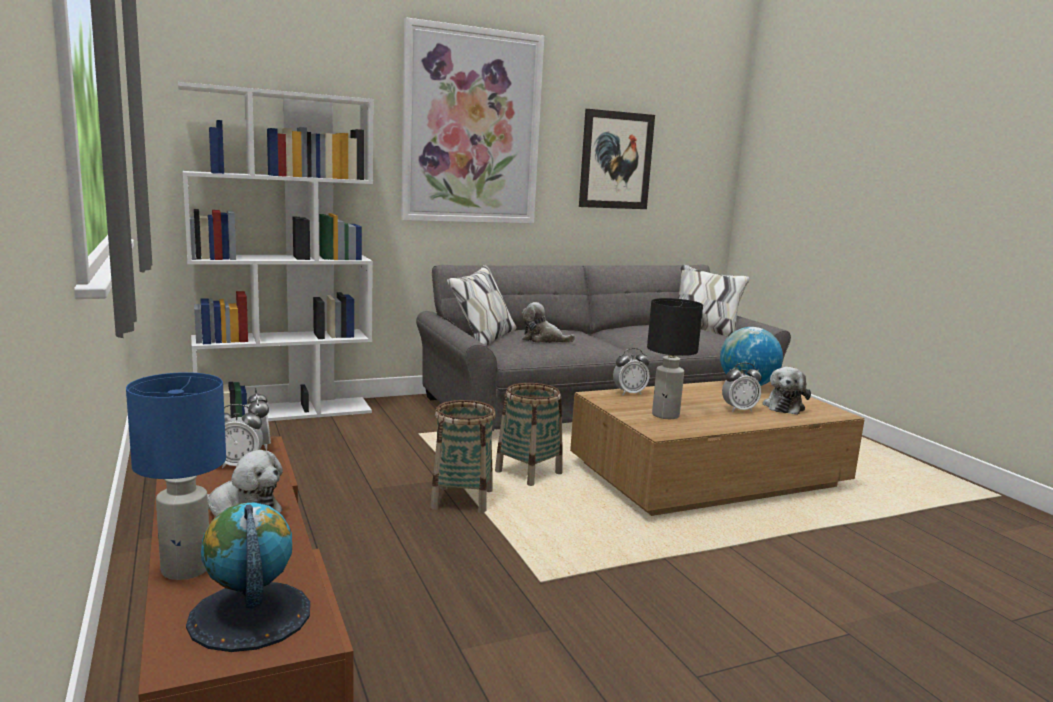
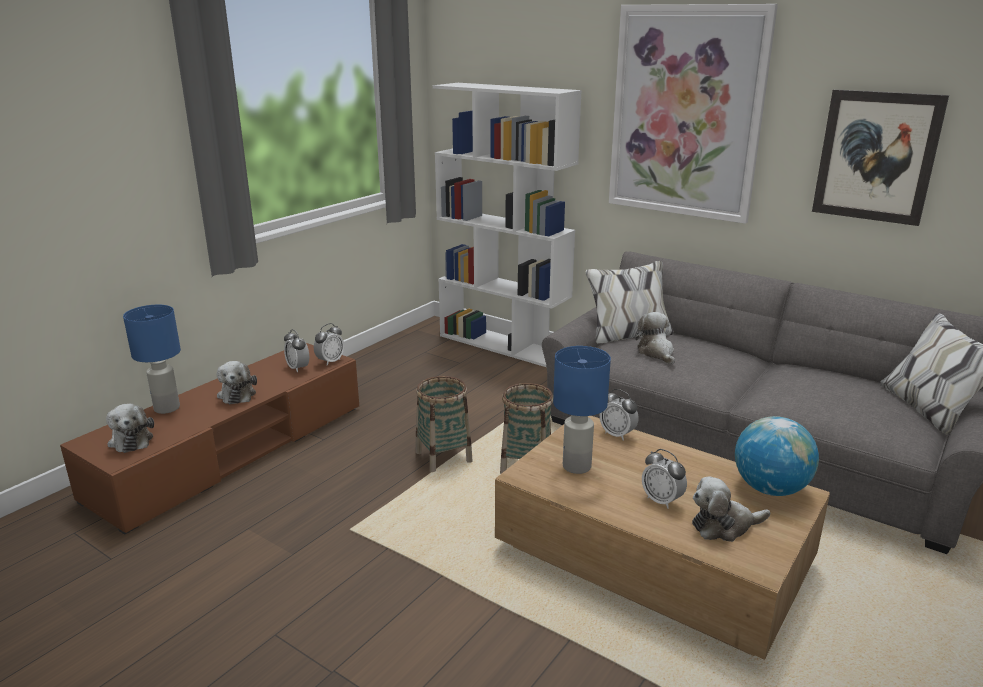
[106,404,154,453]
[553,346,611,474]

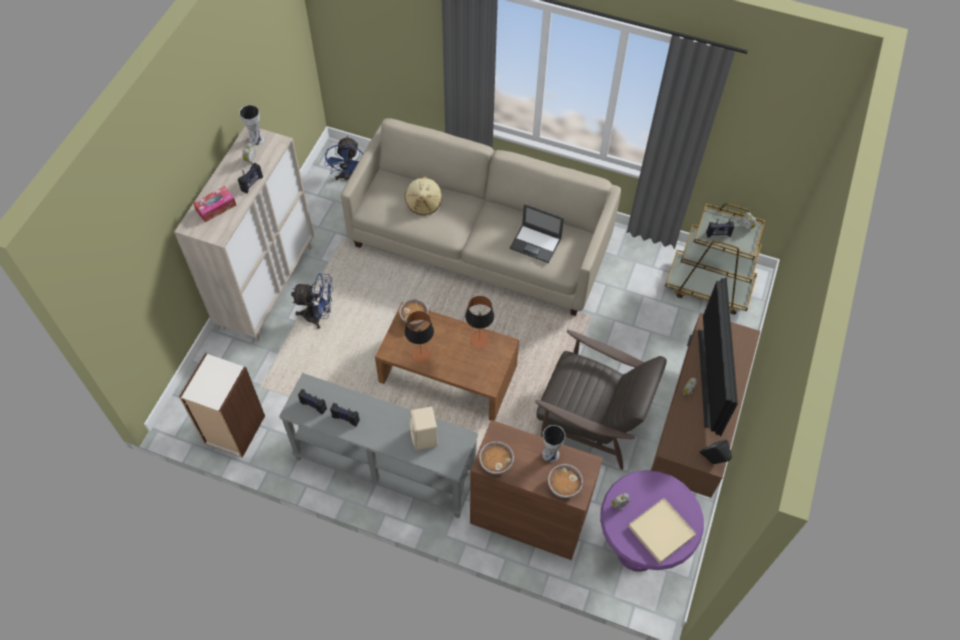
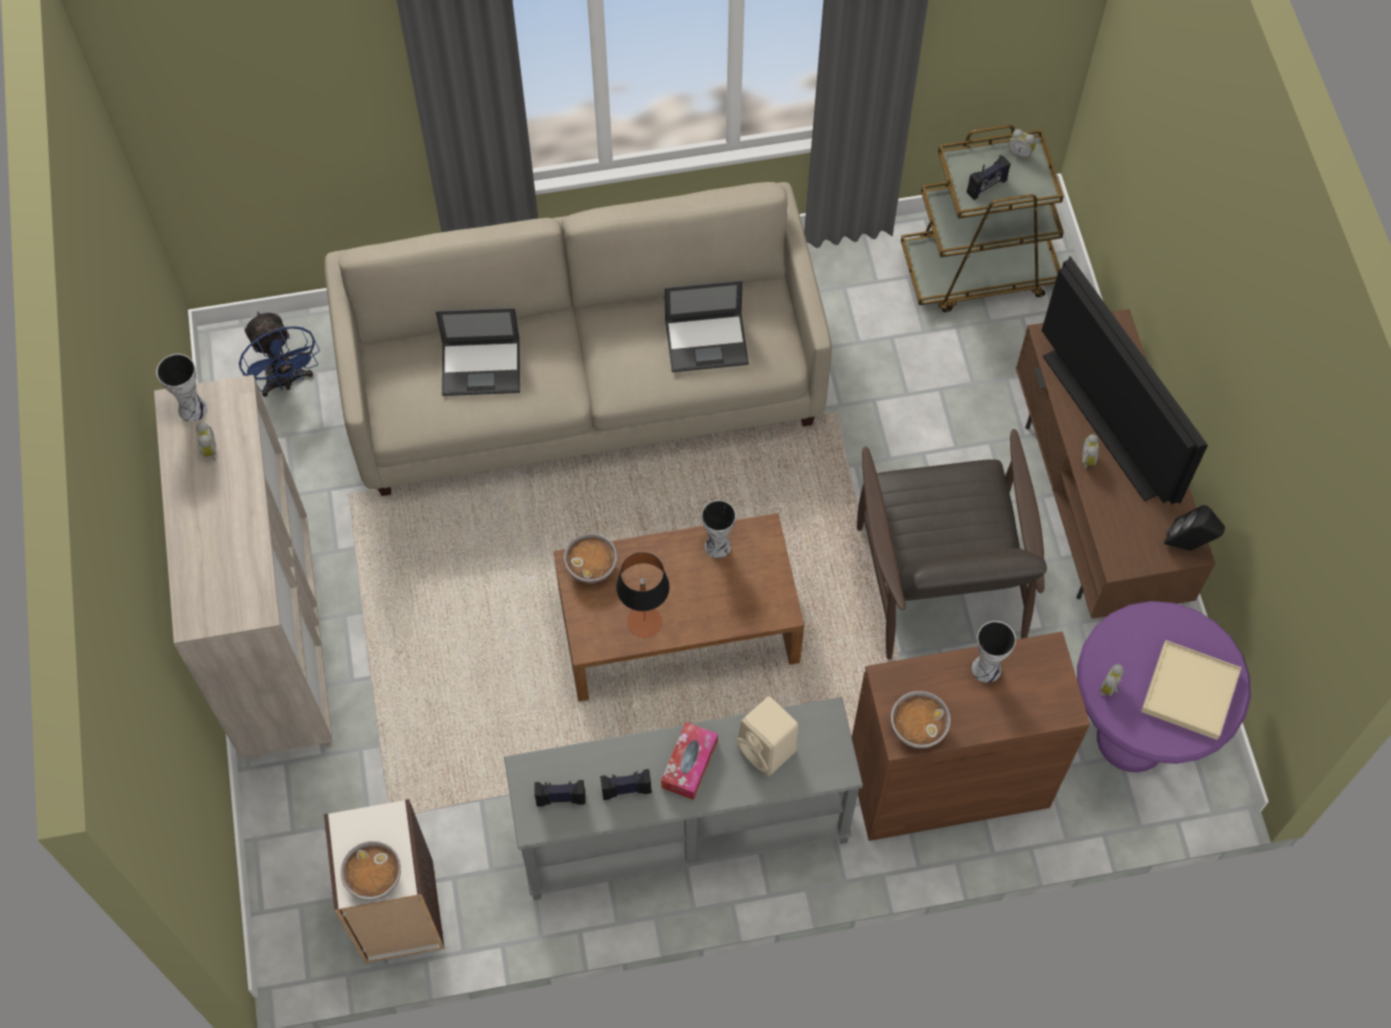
[661,722,718,800]
[238,162,263,194] (first image)
[291,273,333,329] (first image)
[436,307,520,396]
[701,500,736,558]
[857,429,1047,660]
[341,841,401,900]

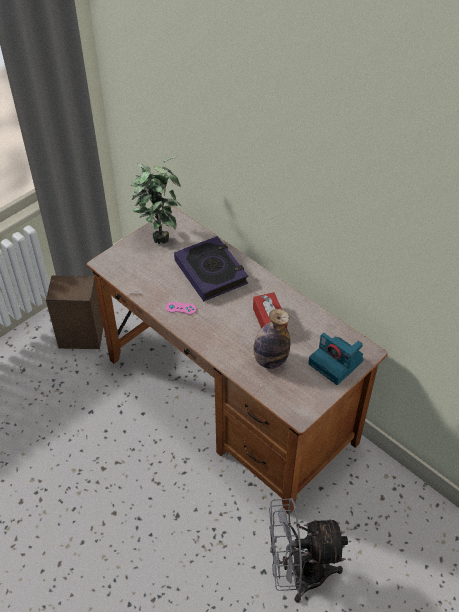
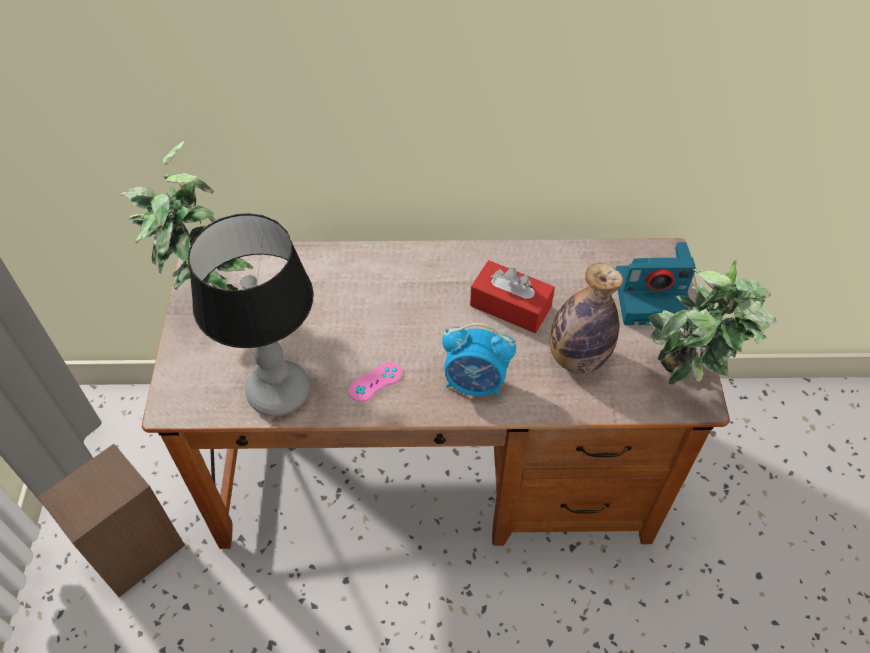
[174,236,248,302] (first image)
[269,498,348,603] (first image)
[188,213,314,416]
[442,323,516,396]
[649,259,777,385]

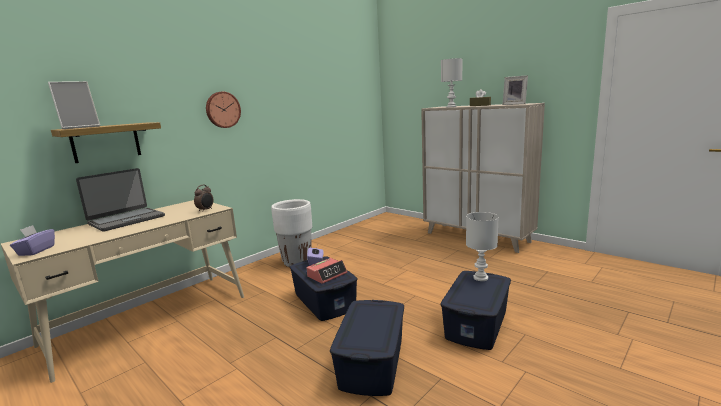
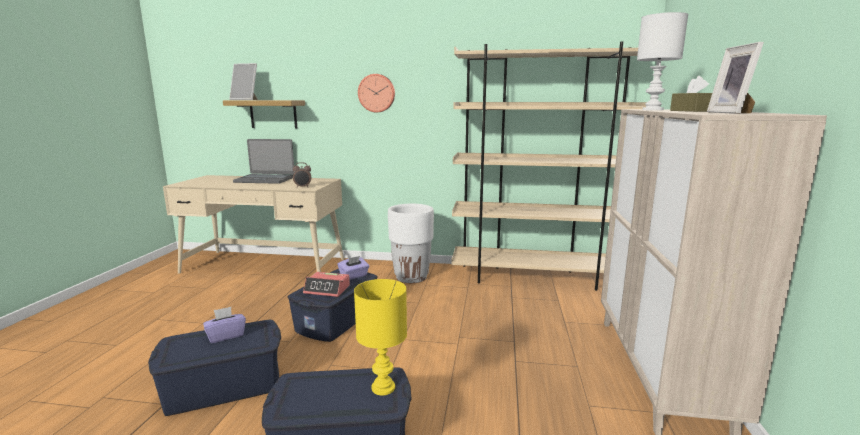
[203,307,246,343]
[354,279,407,395]
[451,41,647,291]

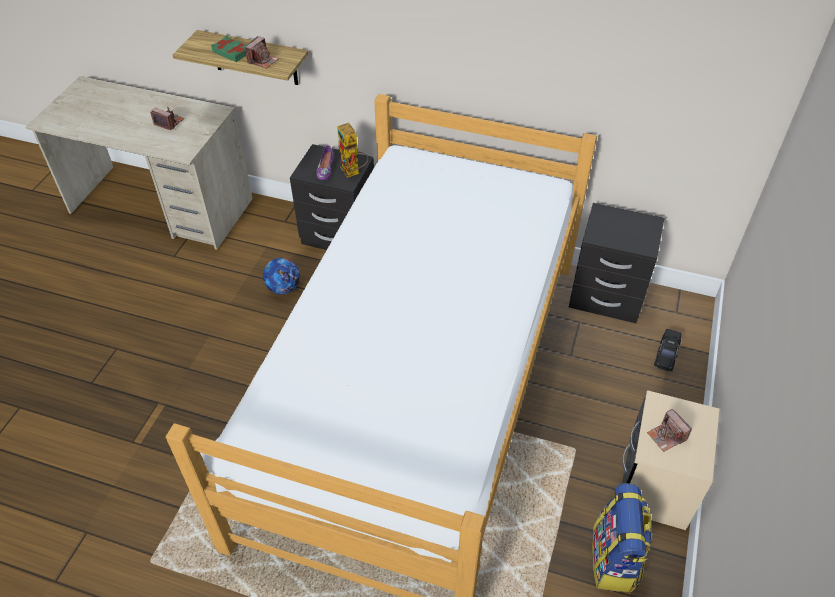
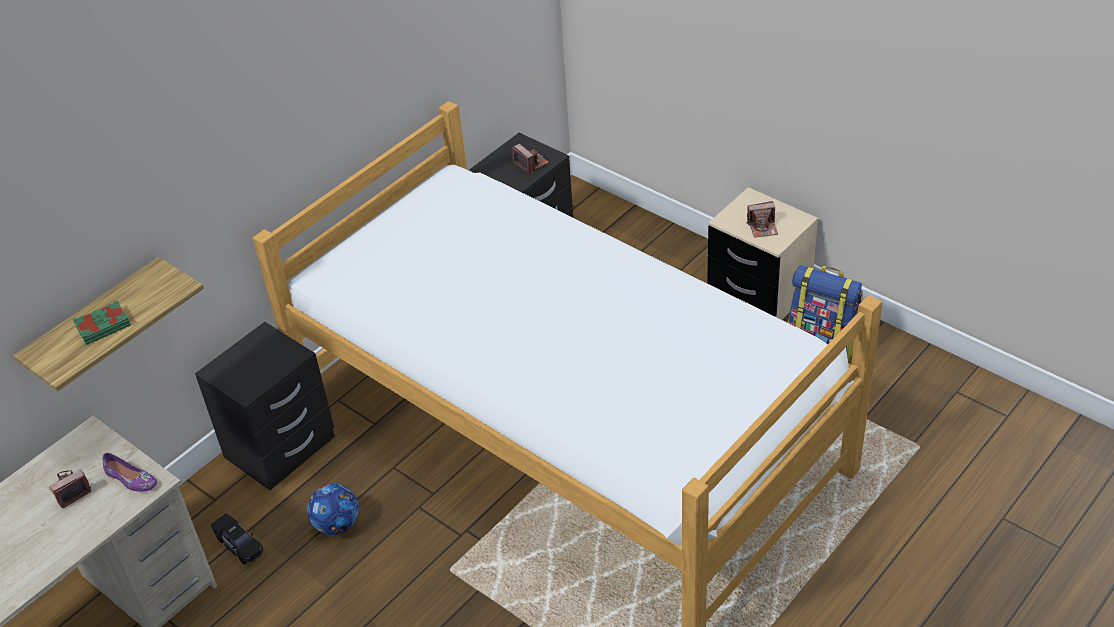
[512,144,549,173]
[102,453,157,491]
[337,123,368,178] (first image)
[211,514,264,565]

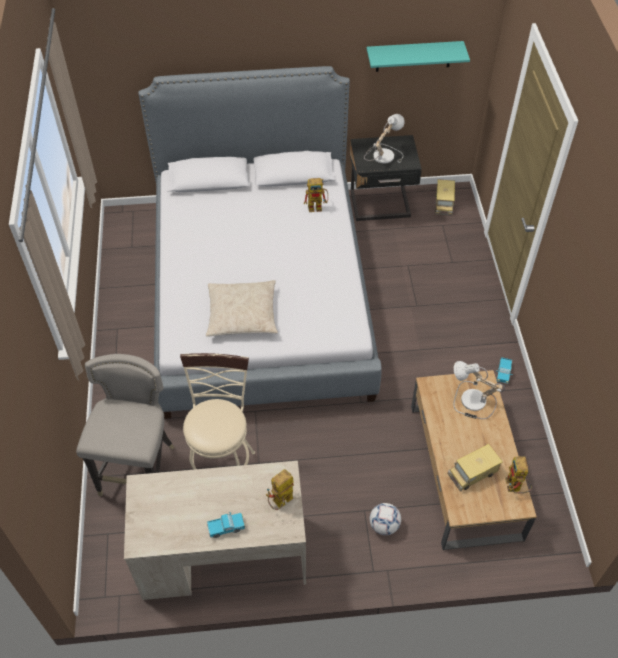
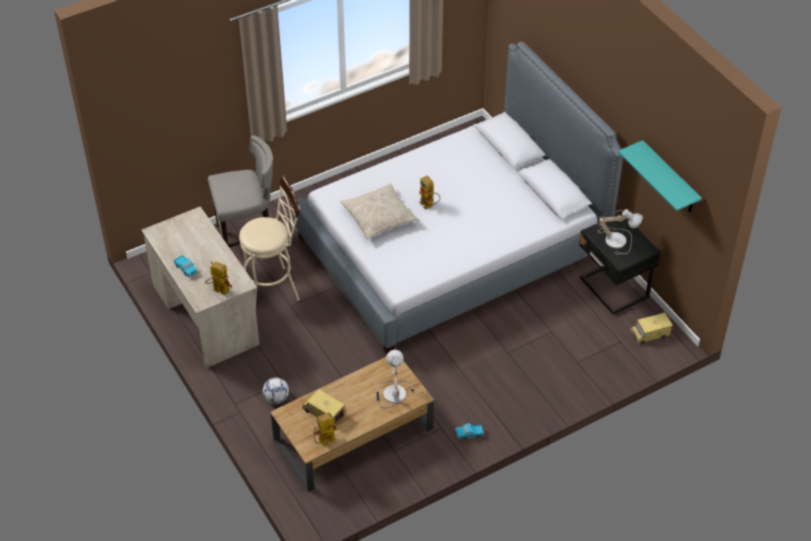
[419,175,440,210]

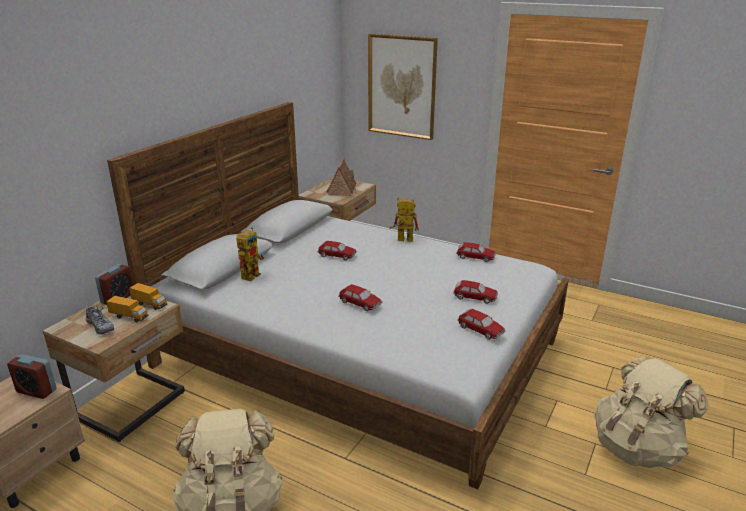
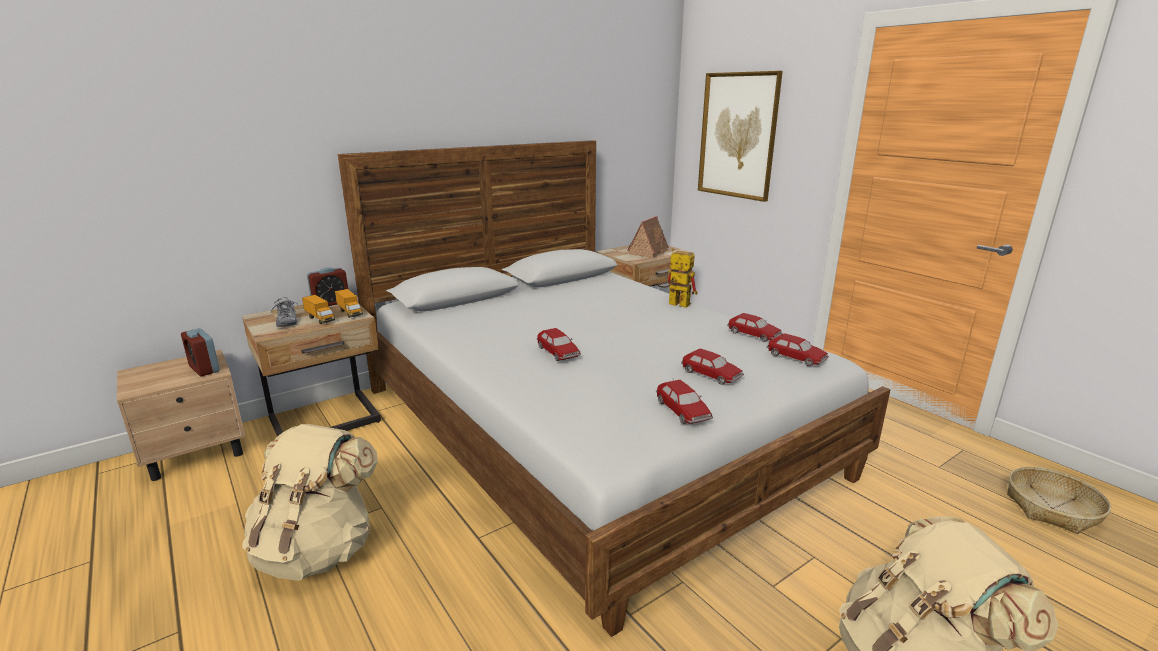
[236,227,264,281] (first image)
[767,333,829,366]
[1007,467,1111,534]

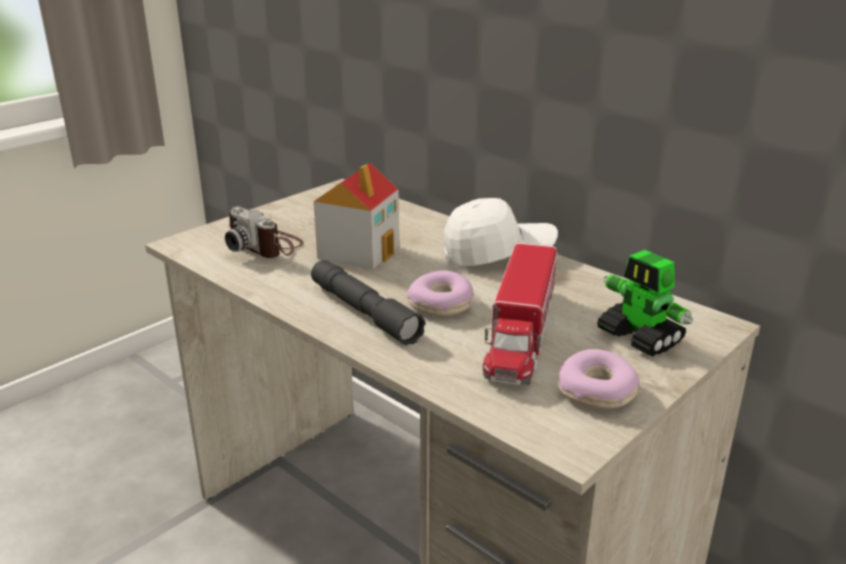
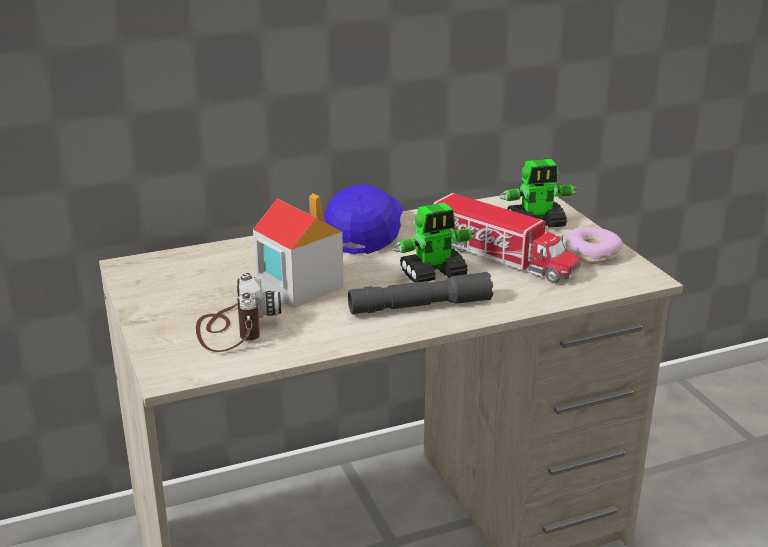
[196,273,281,352]
[393,203,476,282]
[324,184,403,254]

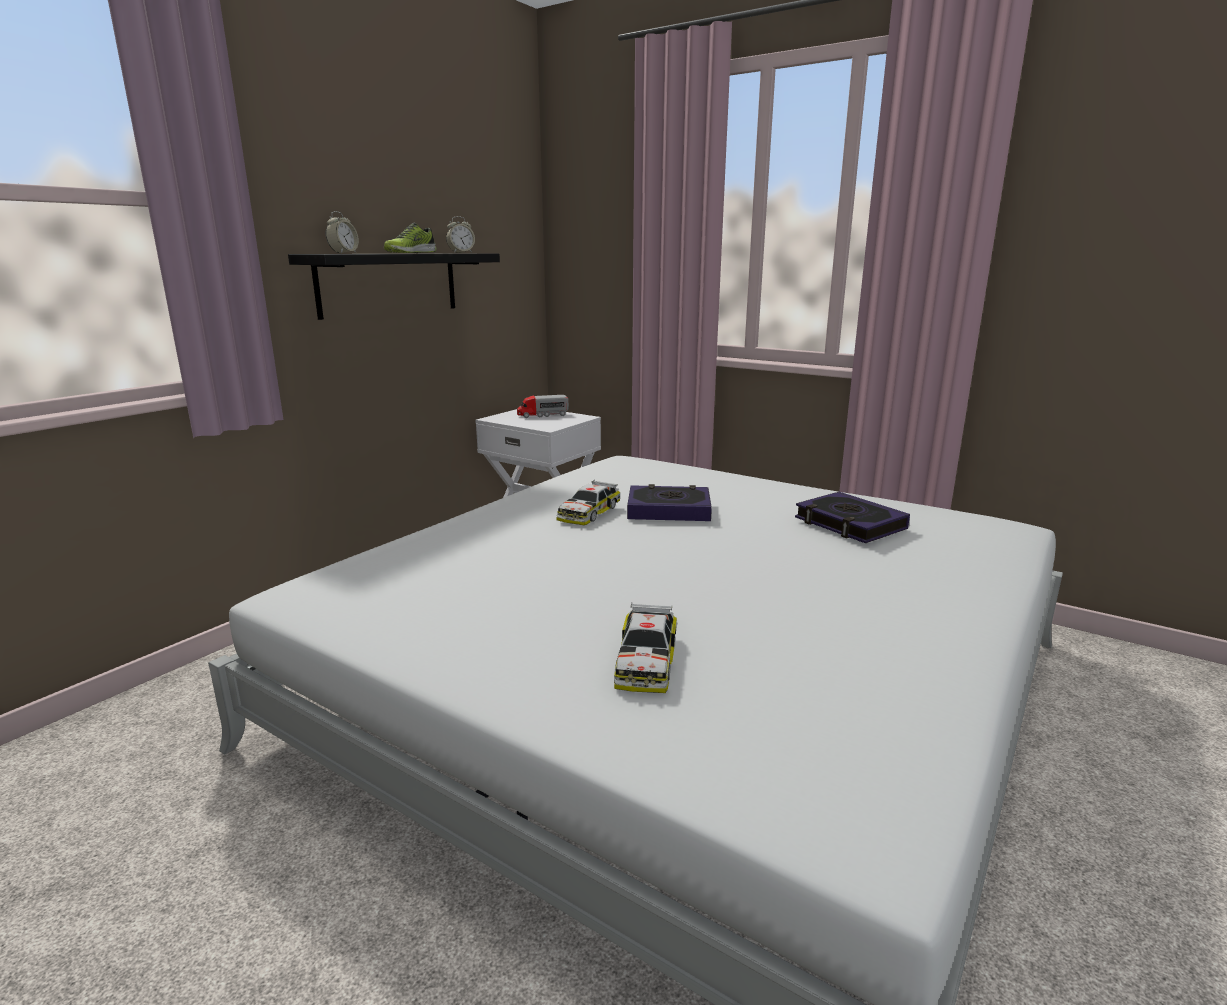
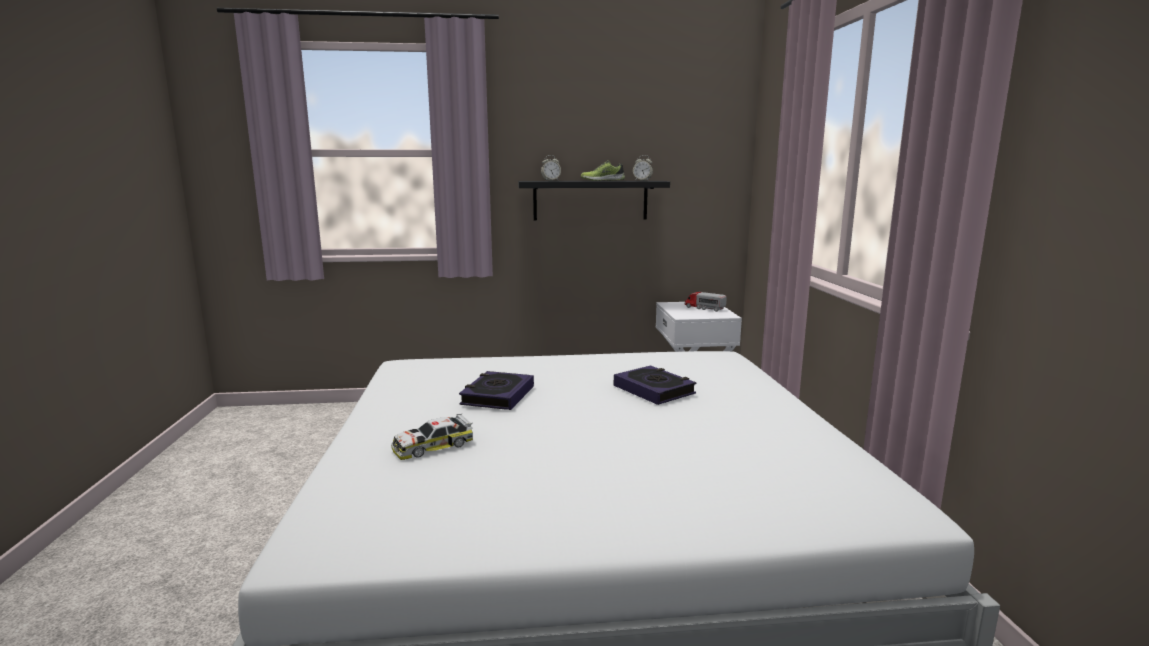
[557,480,620,525] (first image)
[459,371,534,410]

